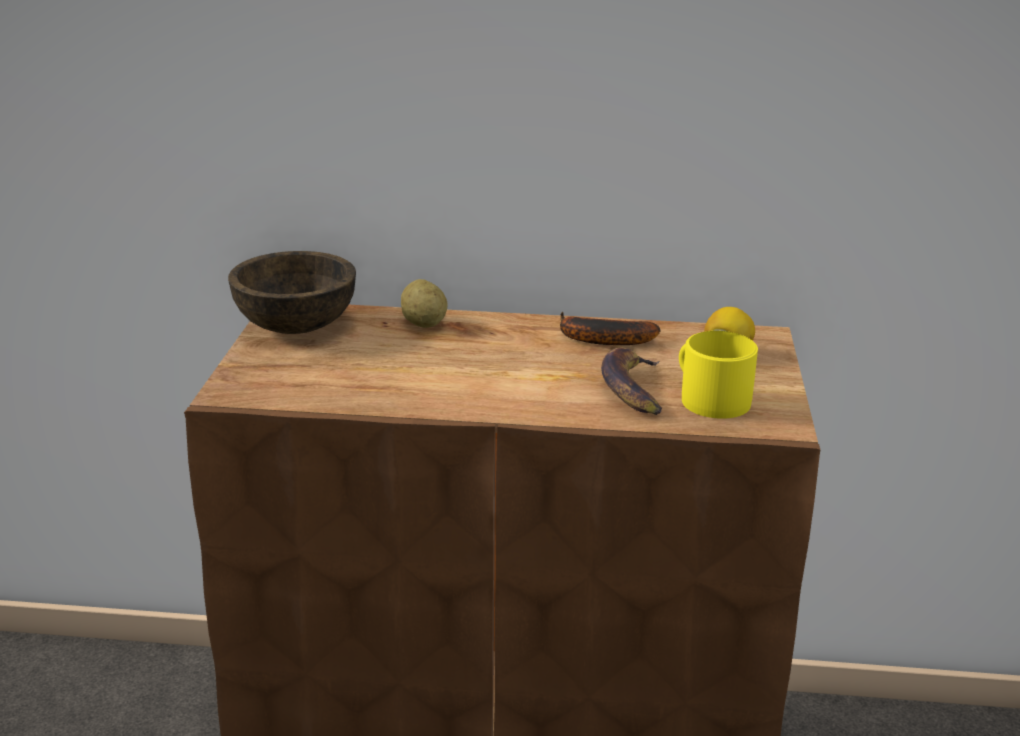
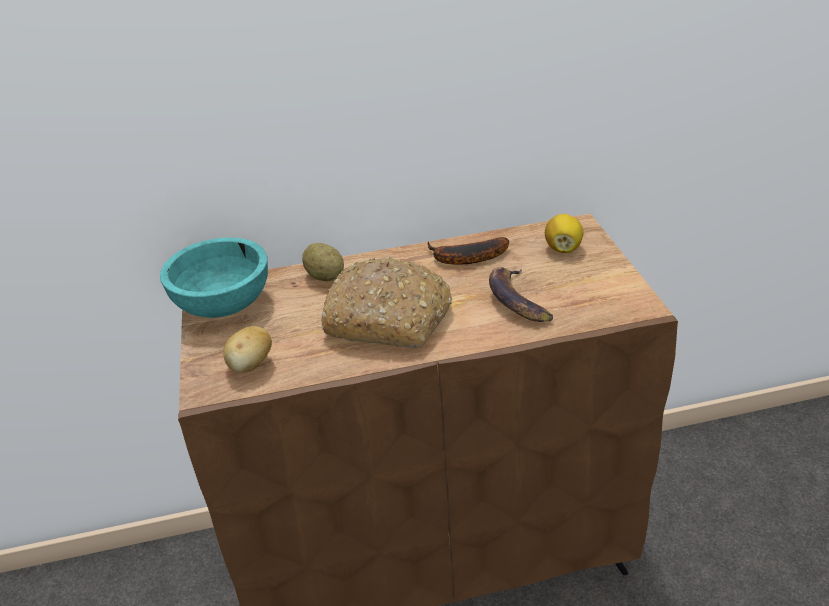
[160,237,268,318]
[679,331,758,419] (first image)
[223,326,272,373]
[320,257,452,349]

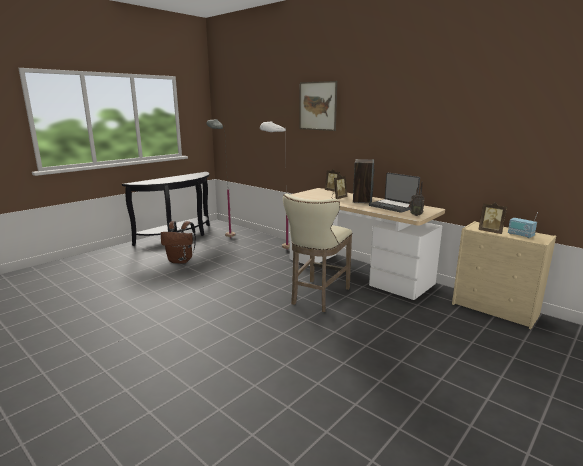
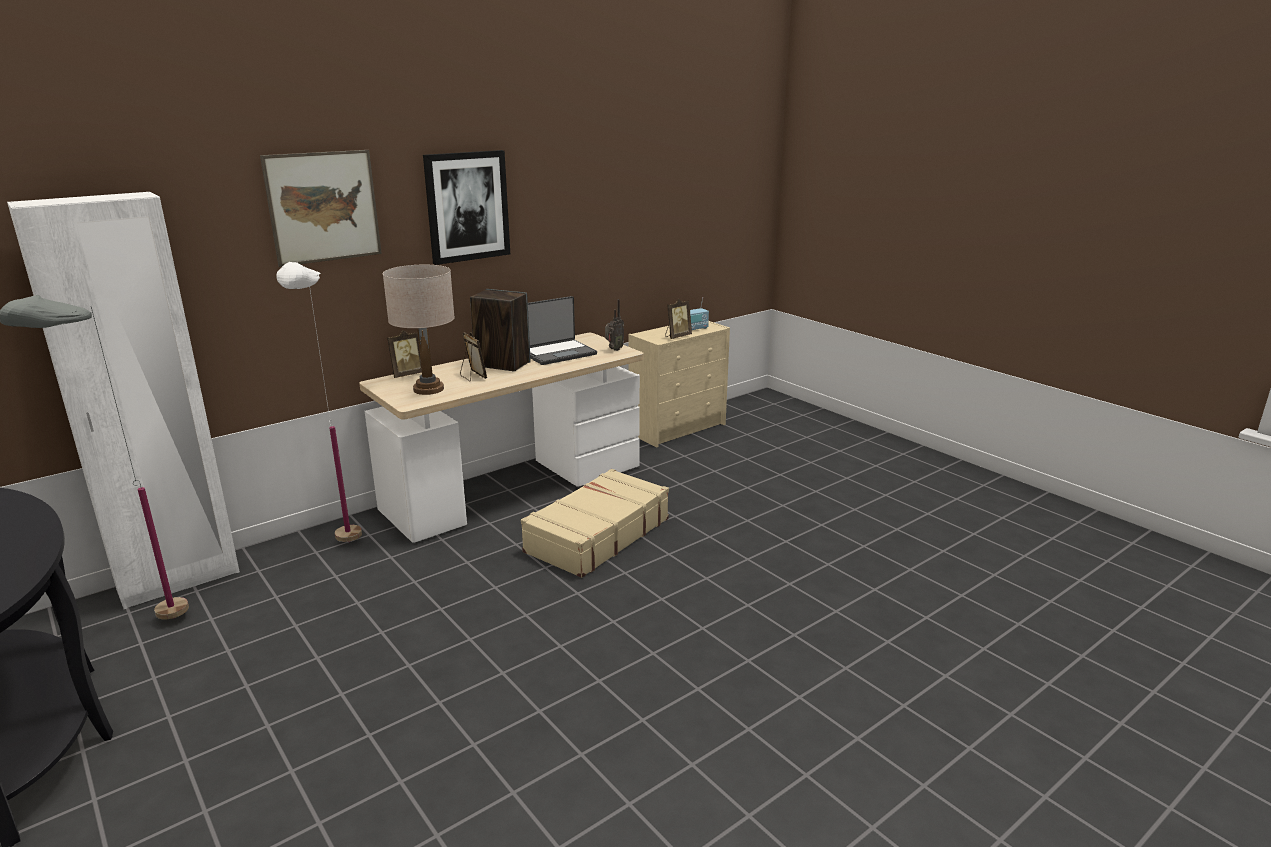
[161,221,196,263] (first image)
[521,469,669,578]
[7,192,240,609]
[383,265,455,395]
[423,150,510,265]

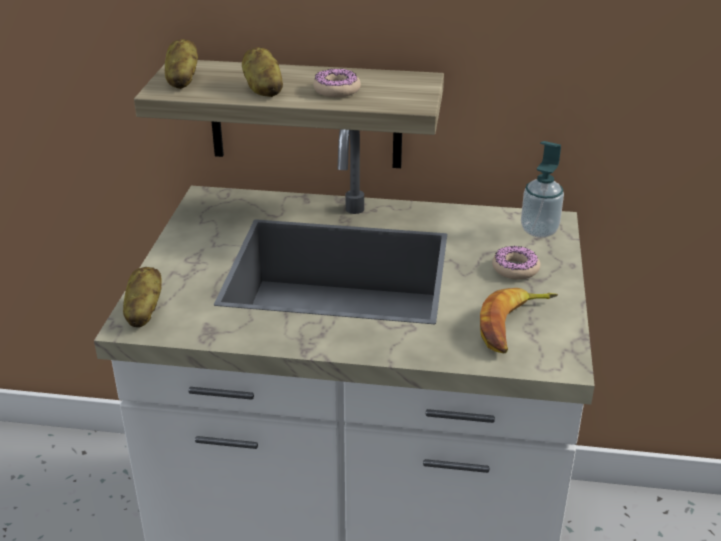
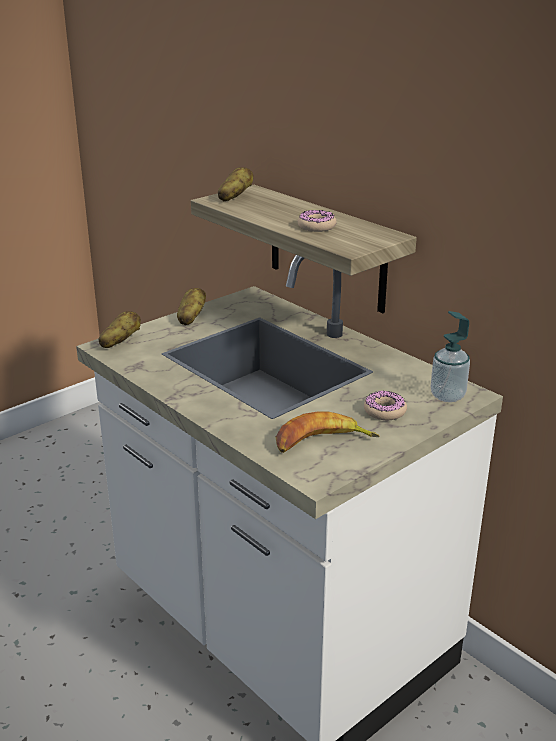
[177,288,206,325]

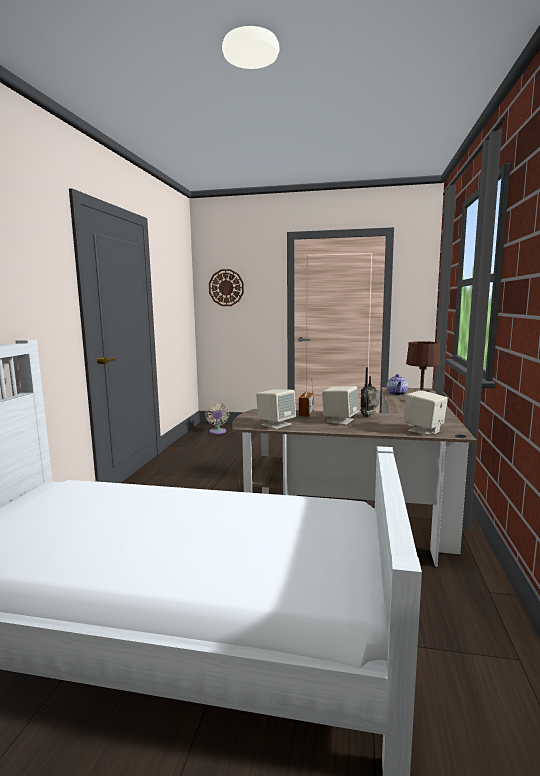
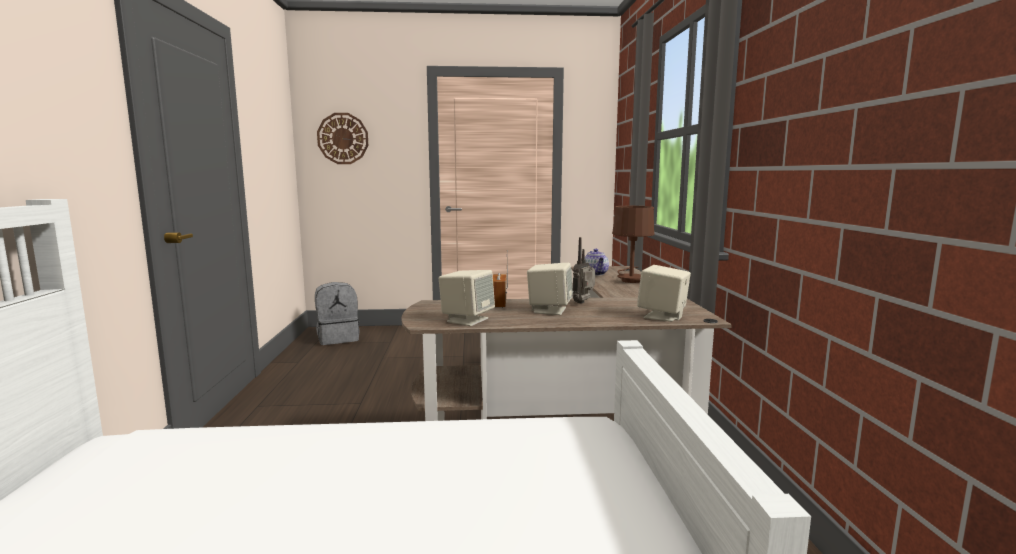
[315,282,360,345]

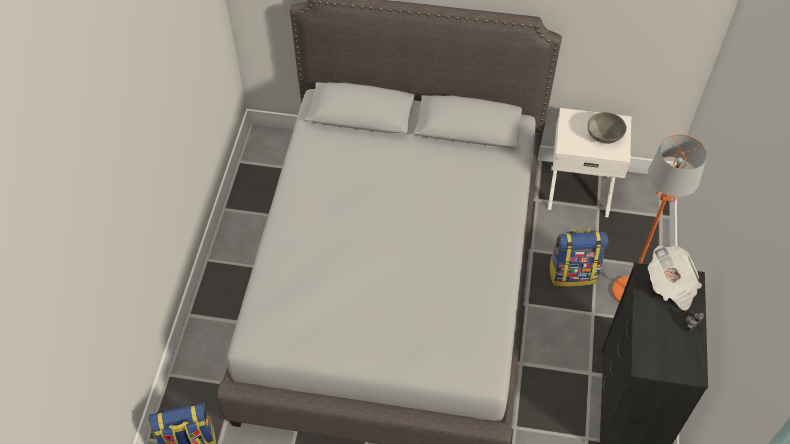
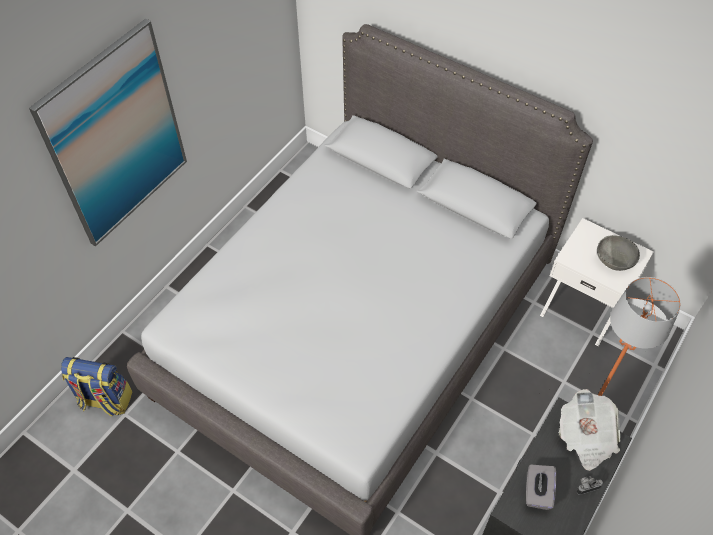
[549,228,608,287] (first image)
[29,19,187,246]
[526,464,556,510]

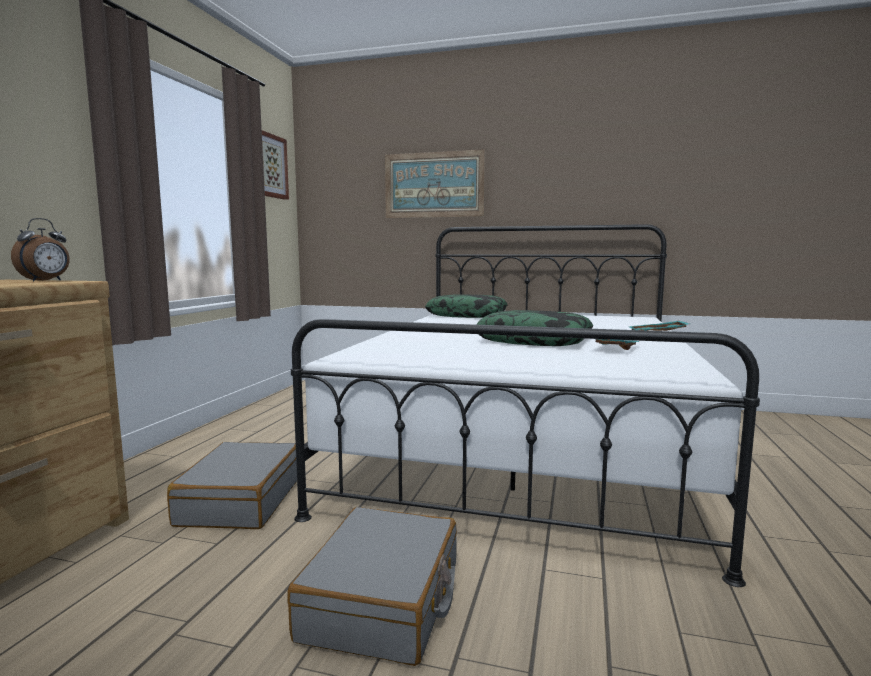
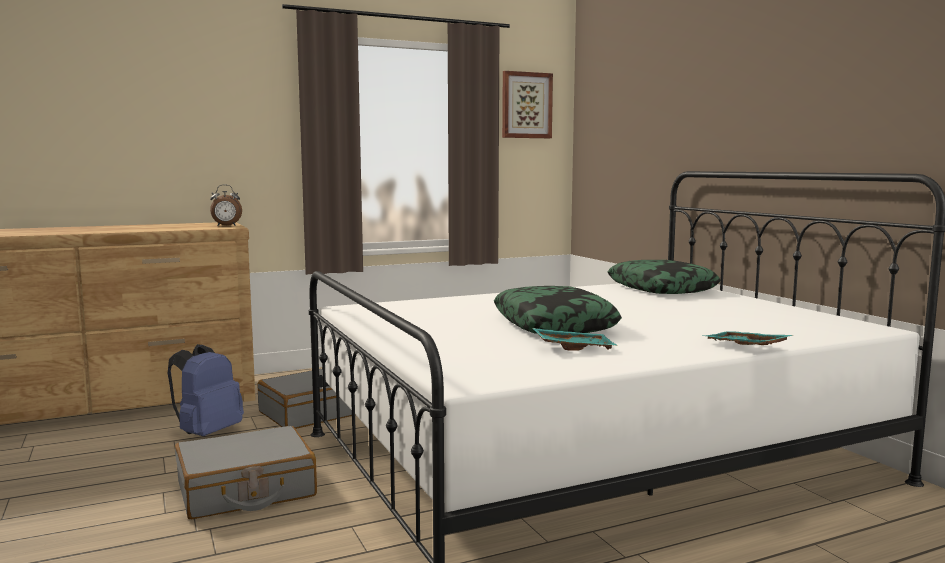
[385,149,485,218] (first image)
[168,344,244,436]

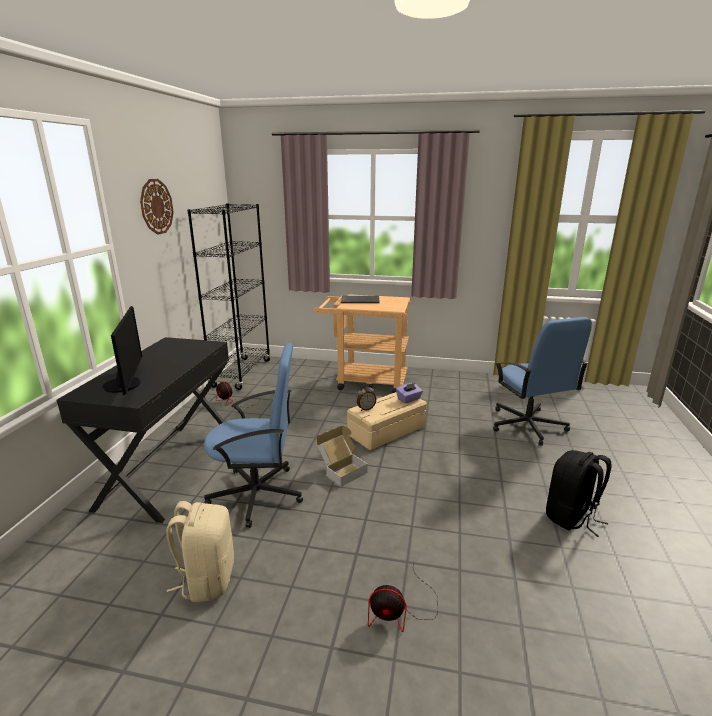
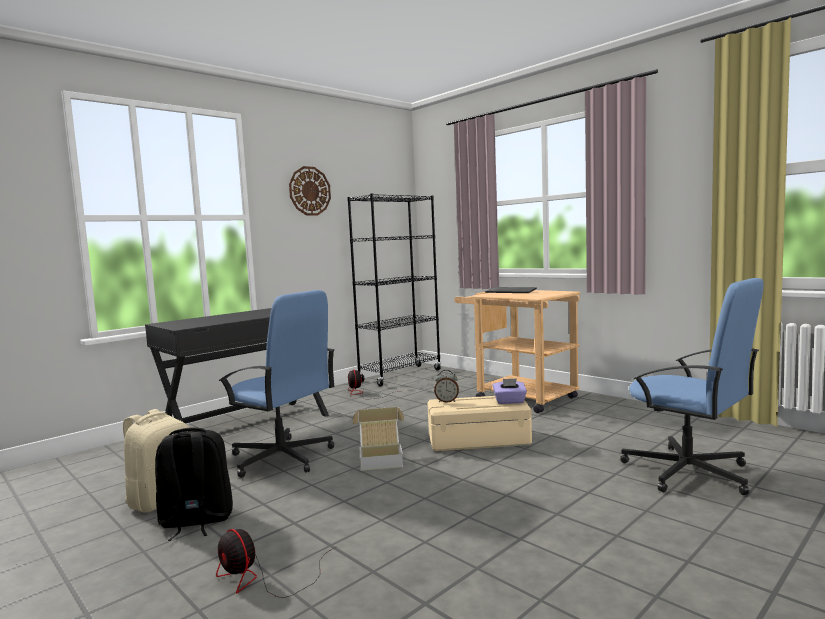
[103,306,142,396] (first image)
[620,278,764,495]
[155,428,233,541]

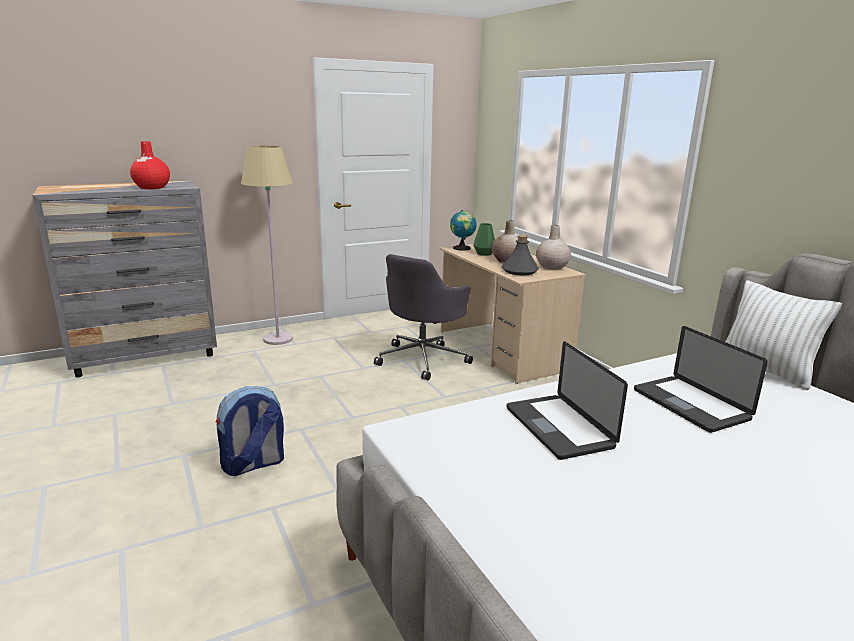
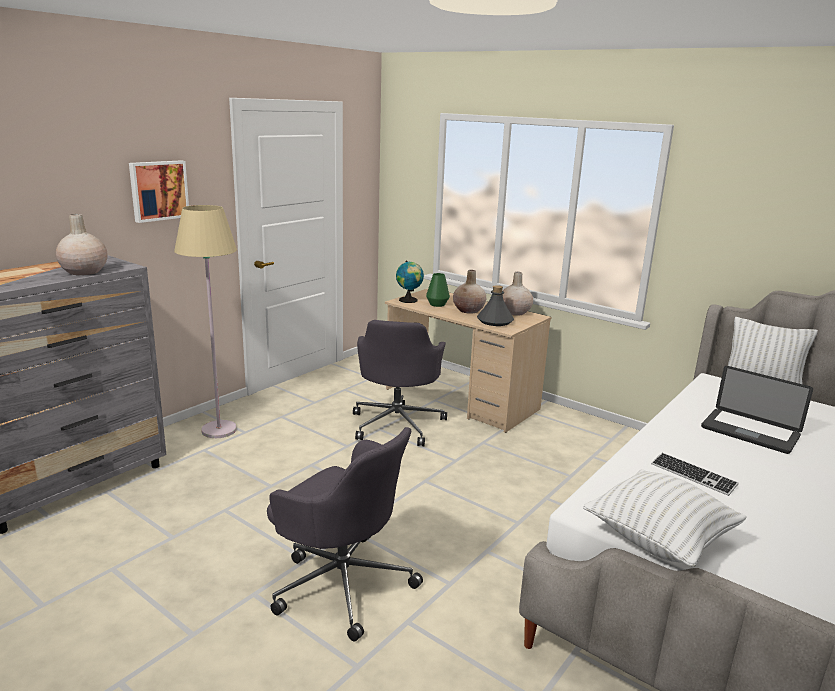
[56,214,108,275]
[267,427,423,641]
[651,453,739,496]
[129,160,189,223]
[583,469,747,567]

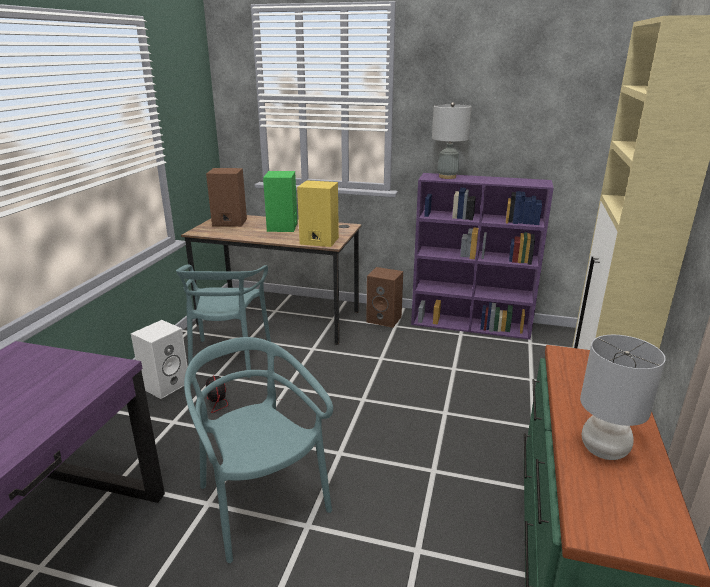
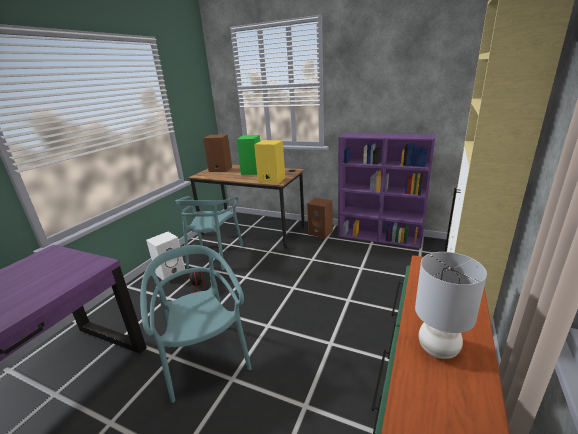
[432,102,472,179] (first image)

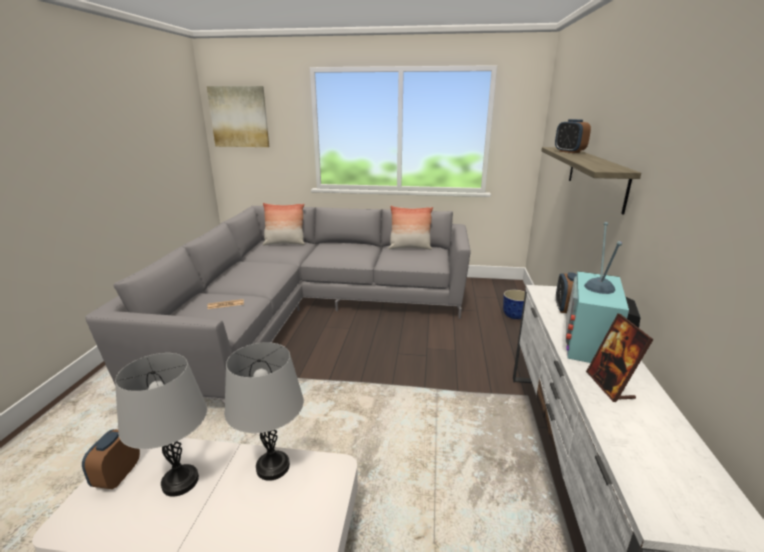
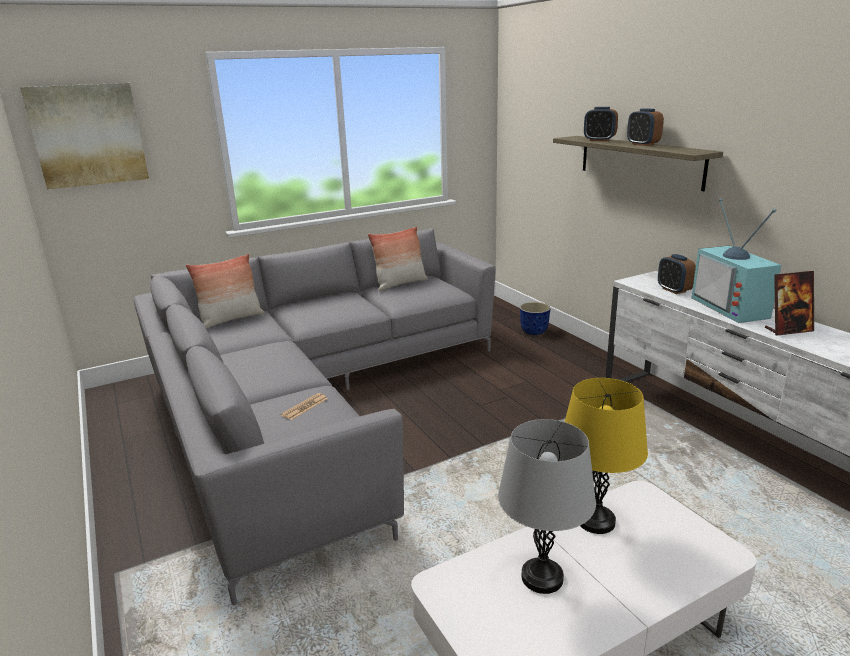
[627,108,664,146]
[565,378,648,534]
[765,271,814,335]

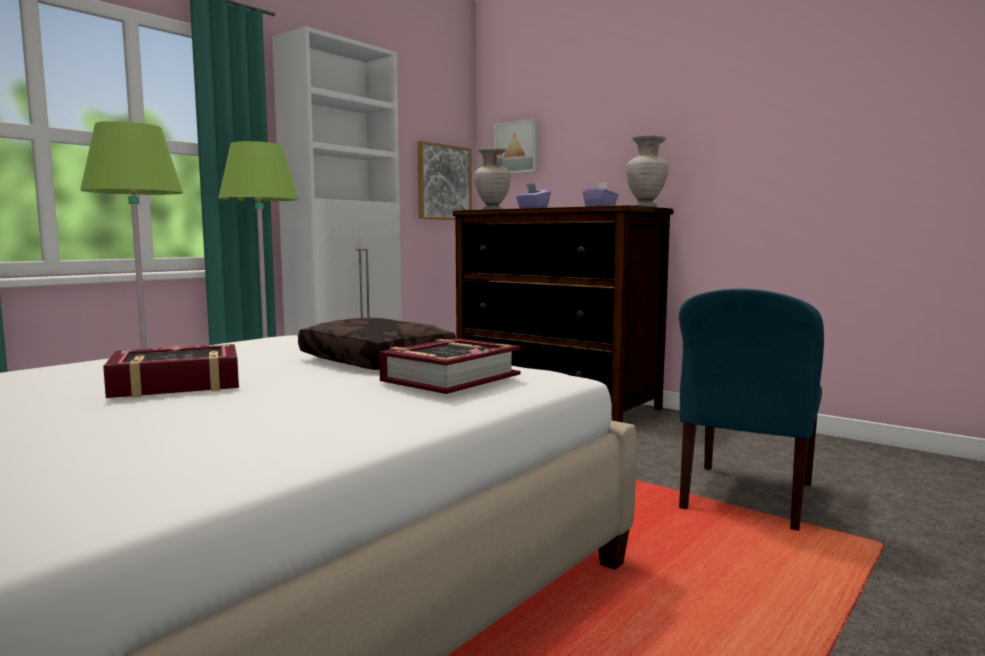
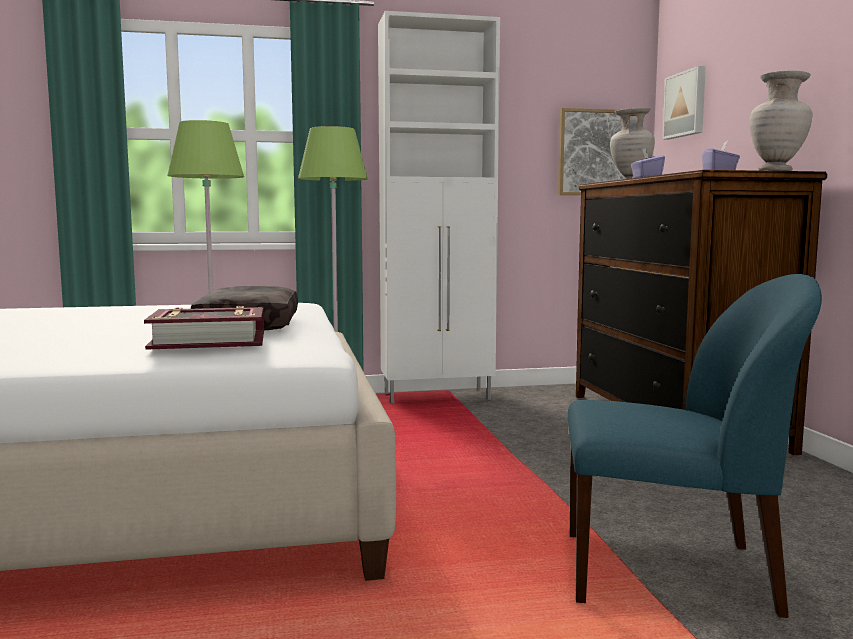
[103,344,239,398] (first image)
[568,274,822,618]

